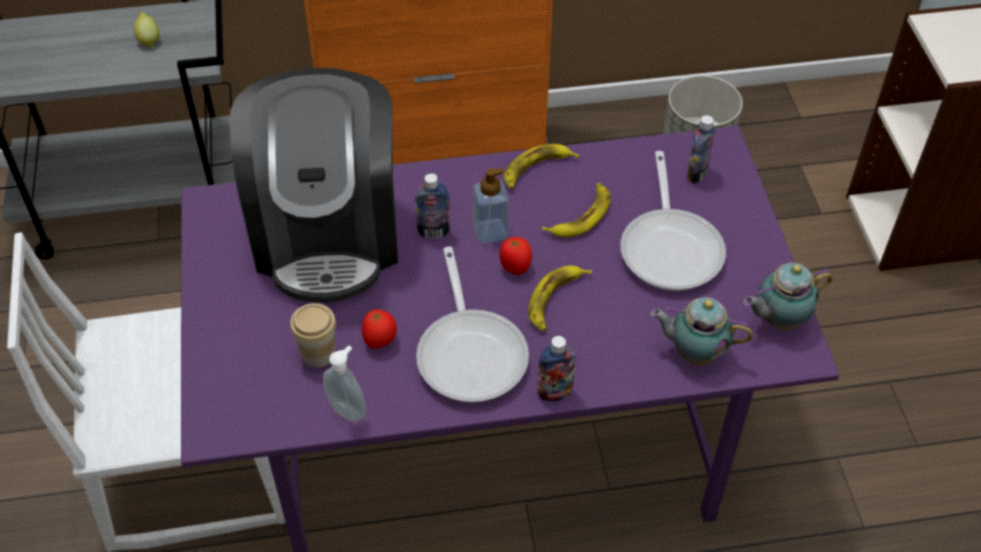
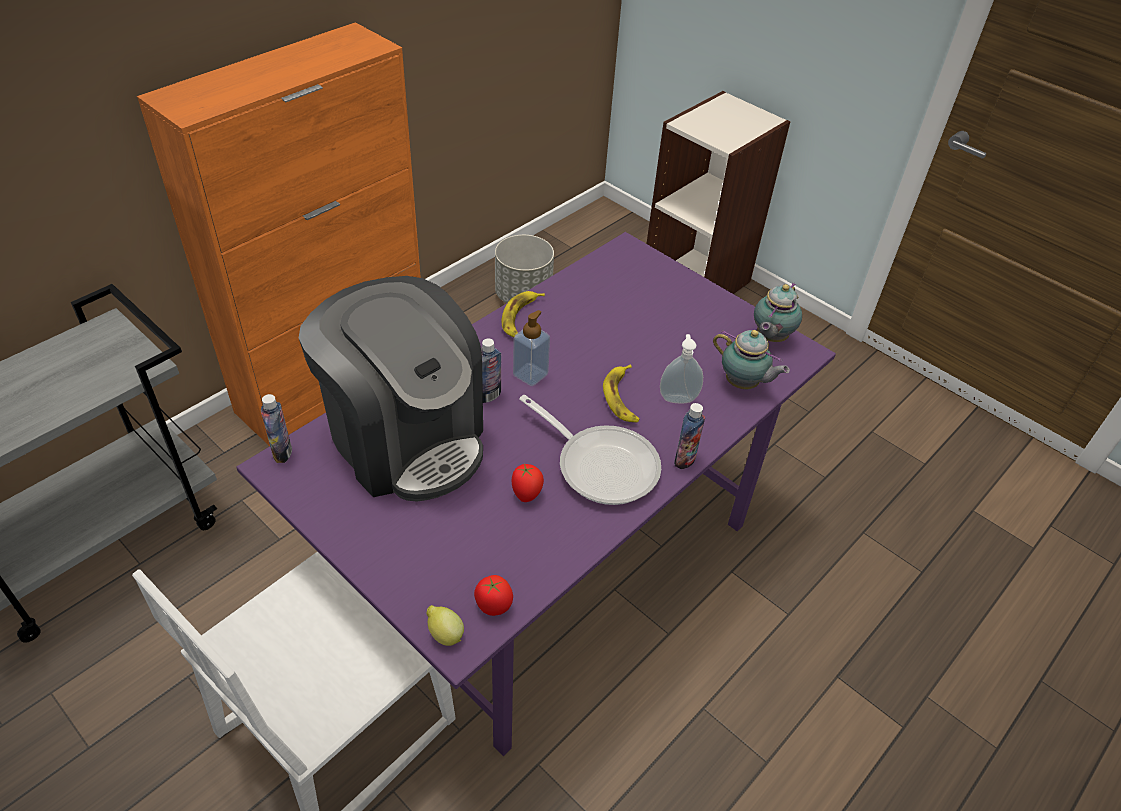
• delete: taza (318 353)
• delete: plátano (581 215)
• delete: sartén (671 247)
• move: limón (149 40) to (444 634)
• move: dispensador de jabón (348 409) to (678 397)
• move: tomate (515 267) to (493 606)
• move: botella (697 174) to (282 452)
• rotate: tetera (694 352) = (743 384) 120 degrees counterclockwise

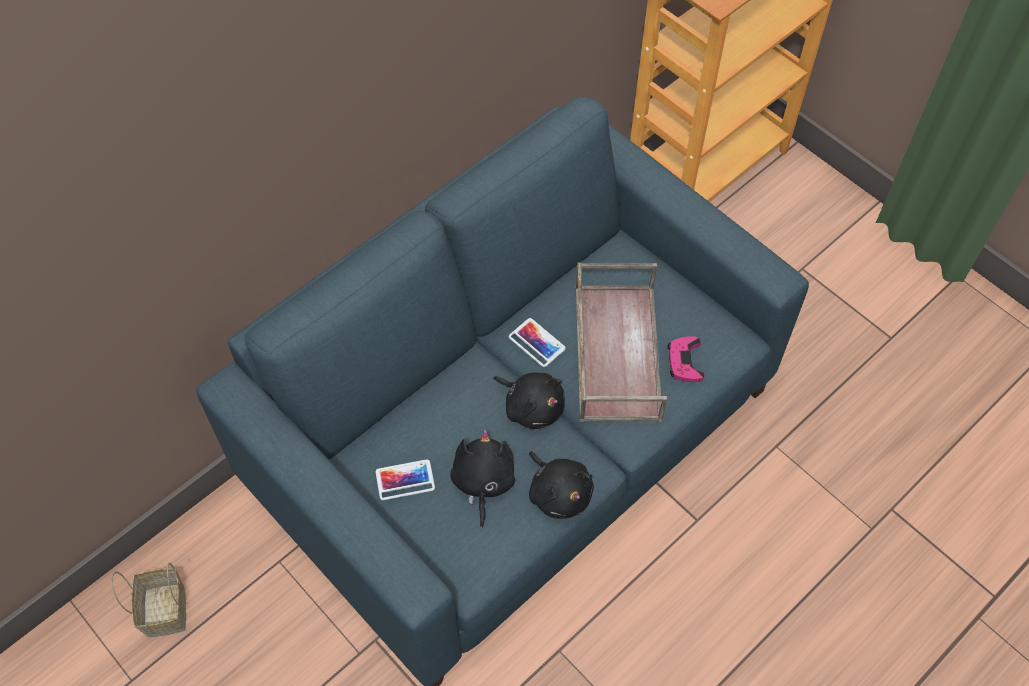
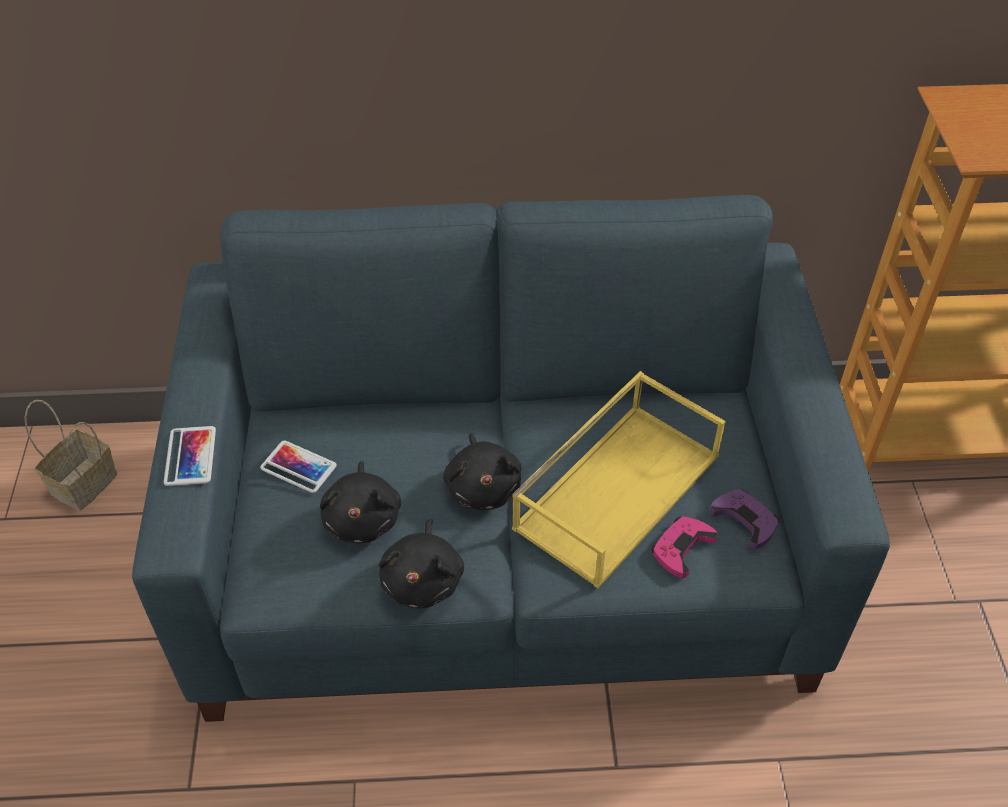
• insert: mando de consola/morado (745 520)
• move: móvil (536 343) to (190 456)
• recolor: bandeja/marrón (615 350) to bandeja/amarillo (617 489)
• rotate: peluche/negro (483 482) = (363 518) 135 degrees clockwise

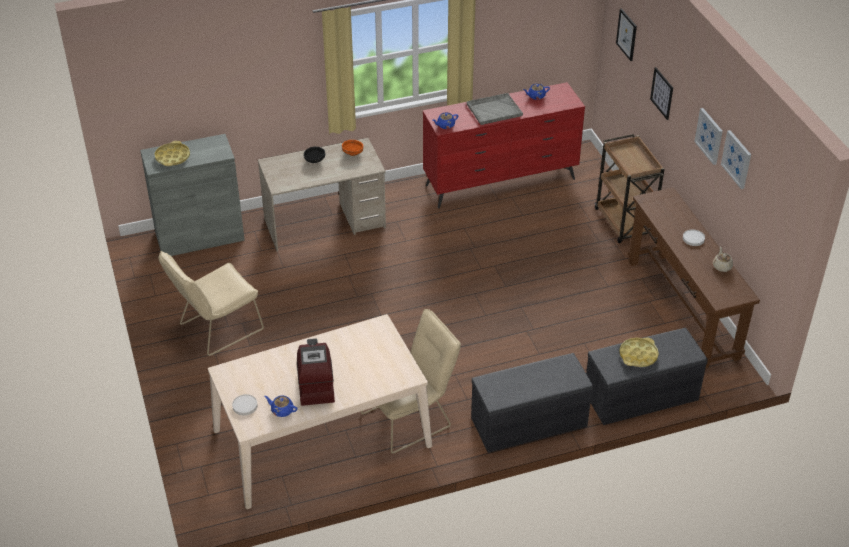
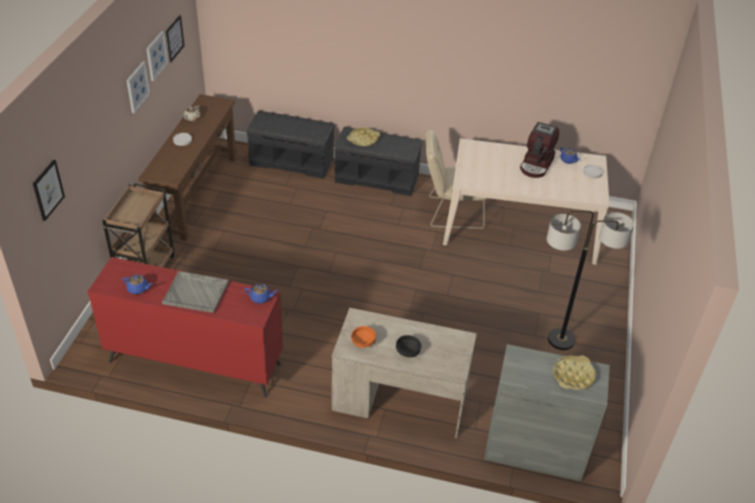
• move: bandeja/amarillo (638 355) to (363 139)
• move: cuadro (662 93) to (174 38)
• replace: silla/beis (216 329) to lámpara de pie (561 340)

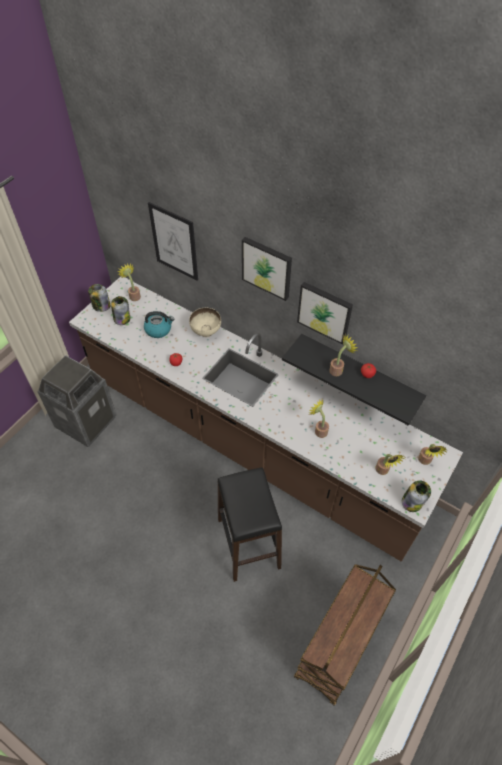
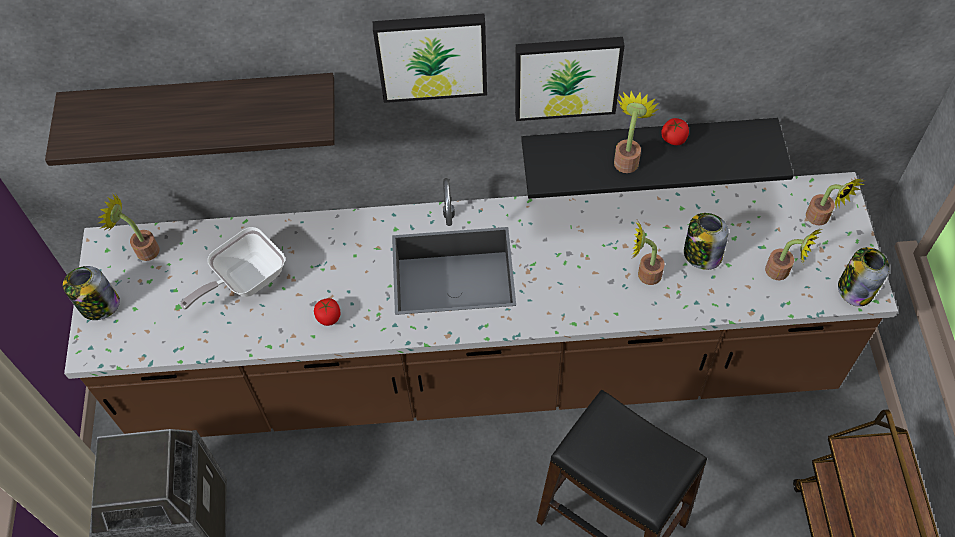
• delete: cuenco/beis (206 331)
• move: tarro (122 318) to (701 254)
• replace: hervidor (159 329) to sartén (245 280)
• replace: cuadro (174 242) to estante (203 105)

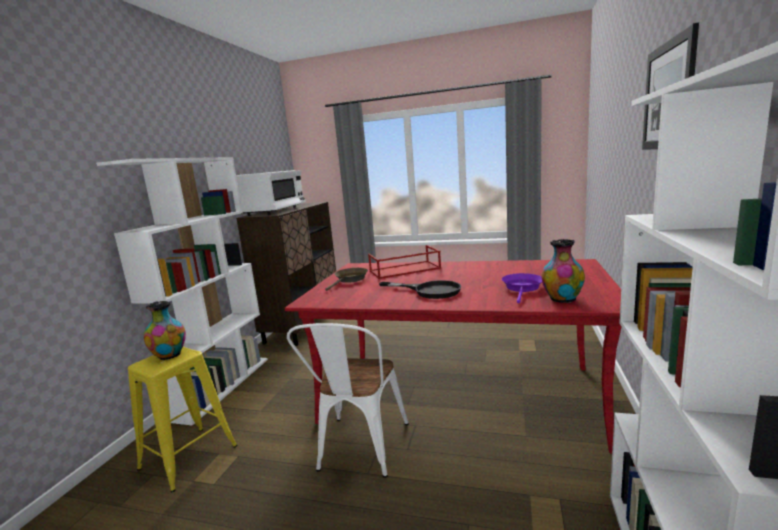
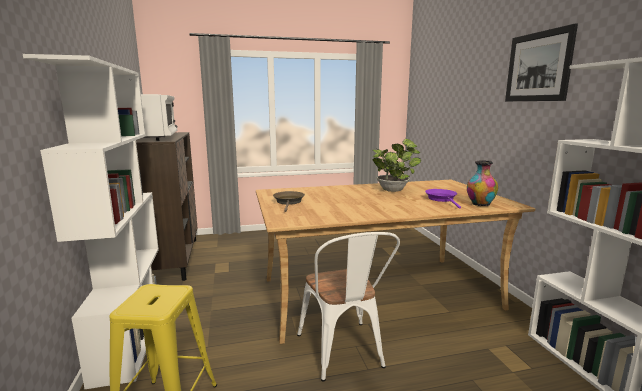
• delete: florero (170 356)
• delete: bandeja/rojo (404 270)
• delete: sartén/negro (429 291)
• insert: planta en maceta (394 190)
• recolor: mesa de comedor/rojo (459 394) to mesa de comedor/beis (378 293)

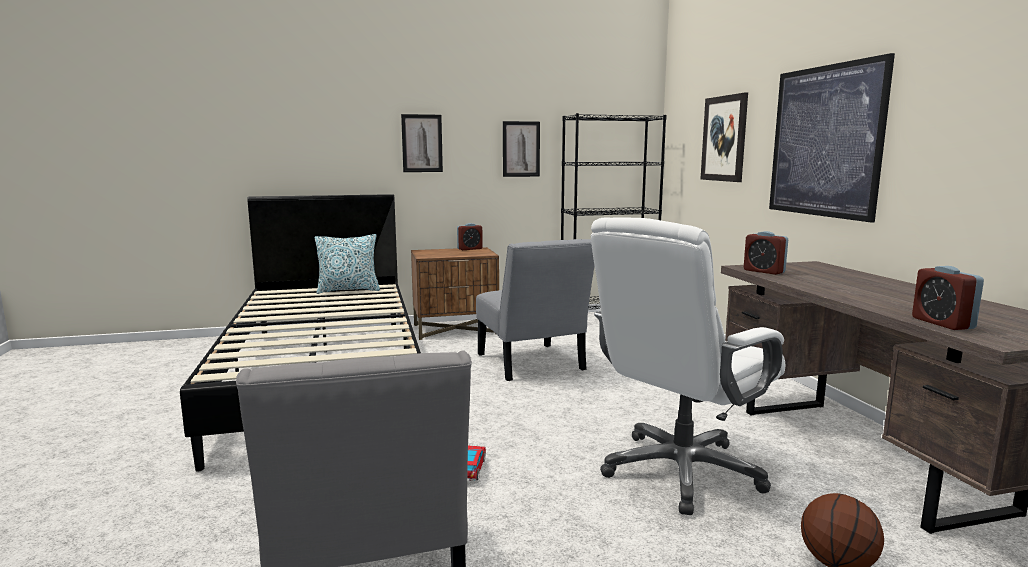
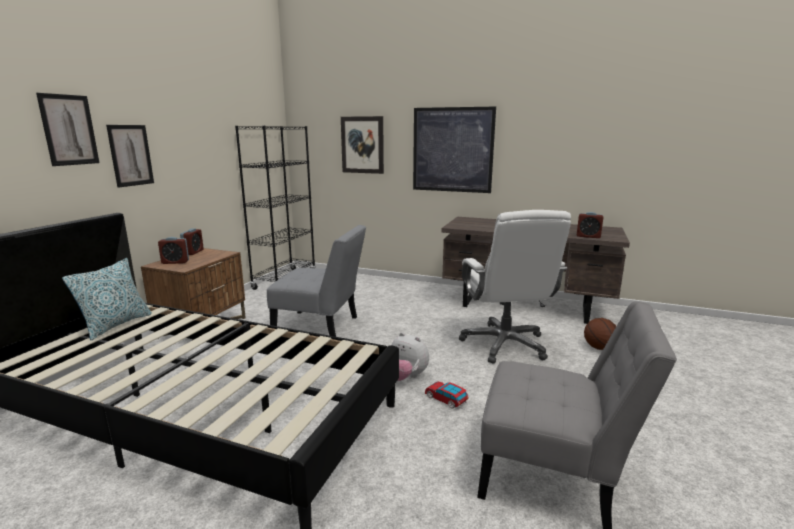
• insert: peluche (405 377)
• move: cuadro (521 149) to (69 130)
• move: despertador (764 271) to (175 262)

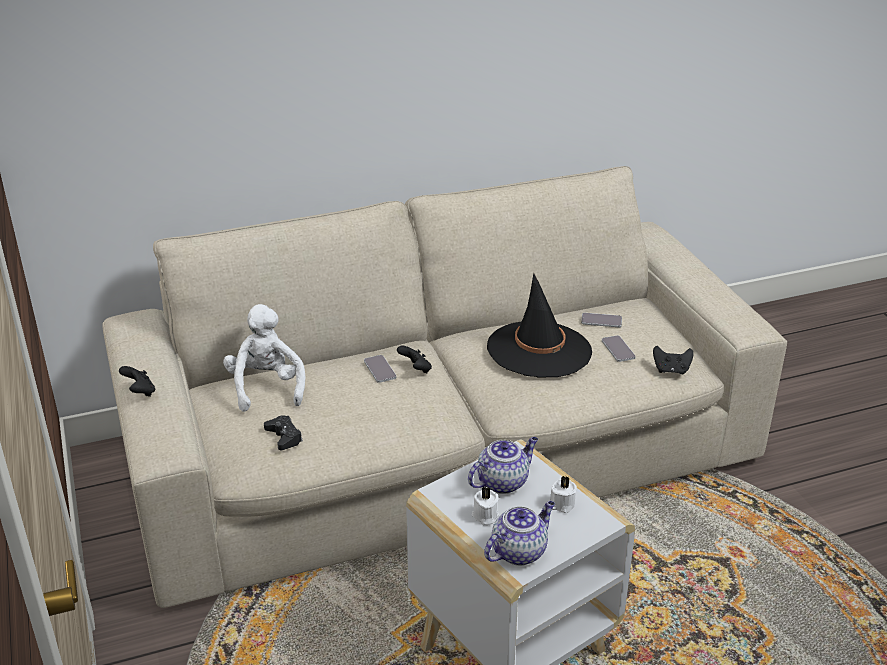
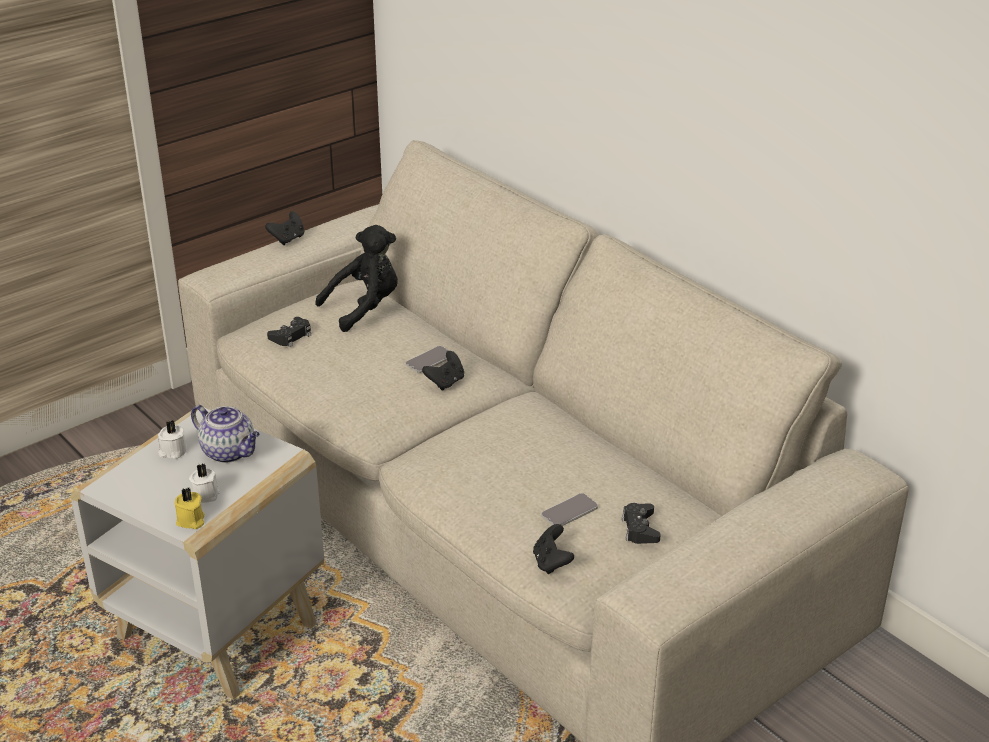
• delete: tetera (519 551)
• delete: sombrero/negro (539 350)
• delete: móvil (601 321)
• insert: vela/amarillo (191 521)
• insert: mando de consola/negro (640 529)
• recolor: peluche/blanco (266 387) to peluche/negro (365 308)

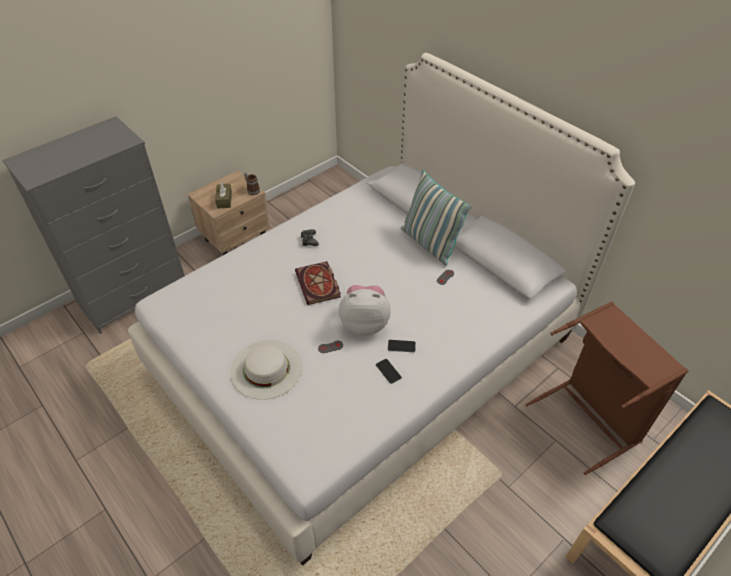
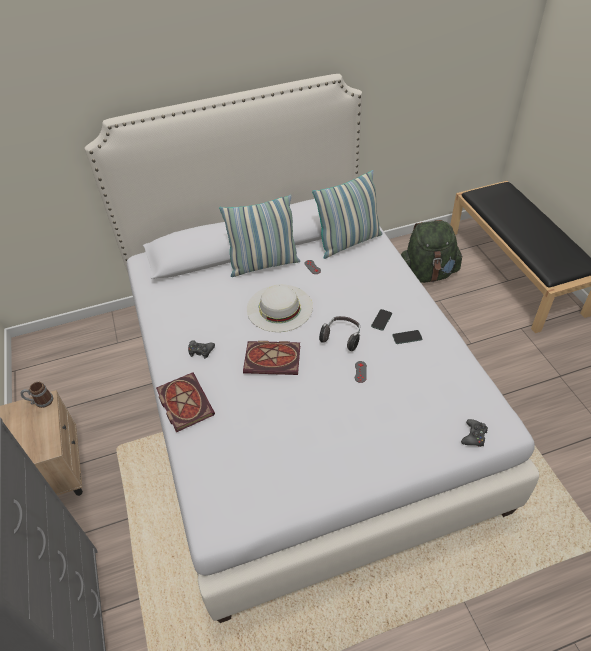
• delete: caja de pañuelos/marrón (224 200)
• insert: libro (183 402)
• insert: cojín (348 242)
• insert: mando de consola/negro (474 436)
• move: sombrero/blanco (266 369) to (279 308)
• replace: peluche (365 323) to auriculares (342 338)
• replace: cesto de la ropa/marrón (590 418) to mochila/verde (427 274)

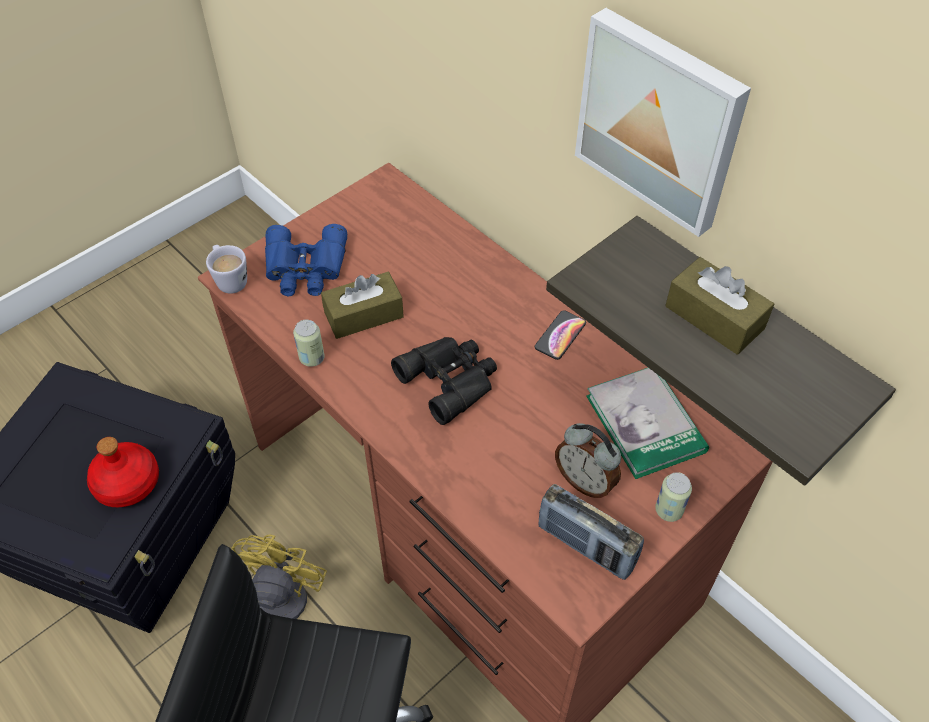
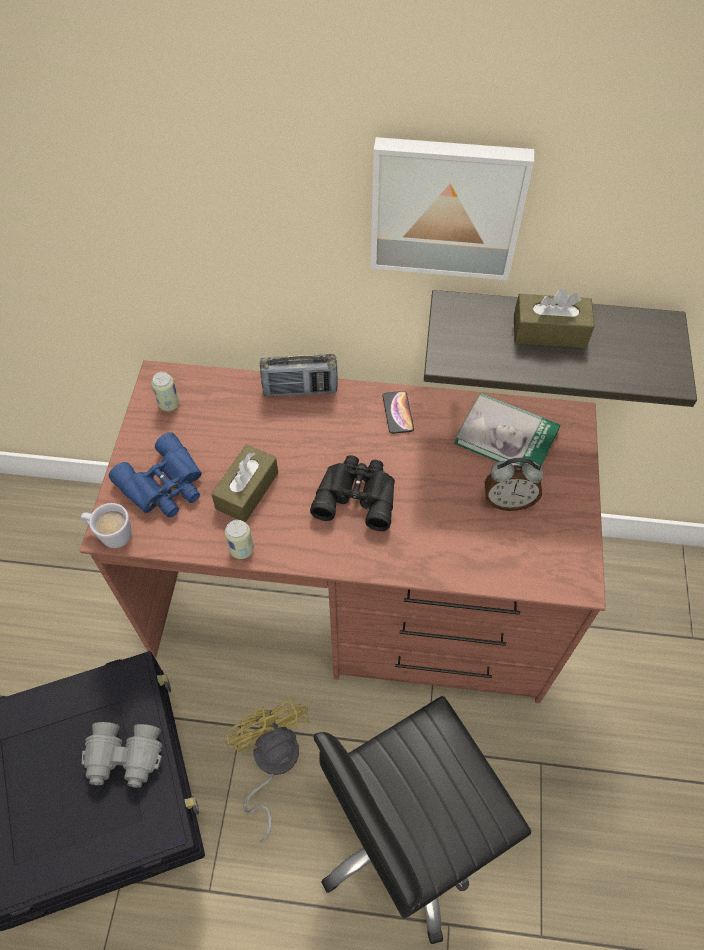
• move: radio (586 546) to (300 389)
• move: lata (668 510) to (169 404)
• replace: botella/rojo (127 483) to prismáticos/gris (125 758)

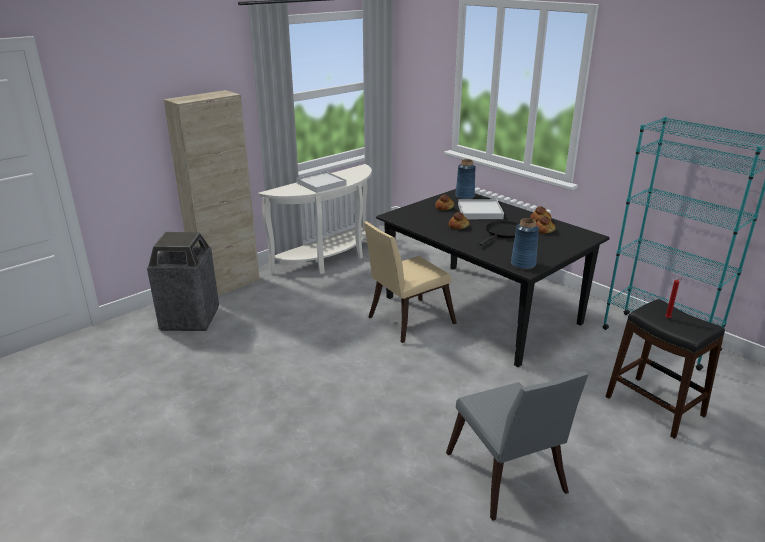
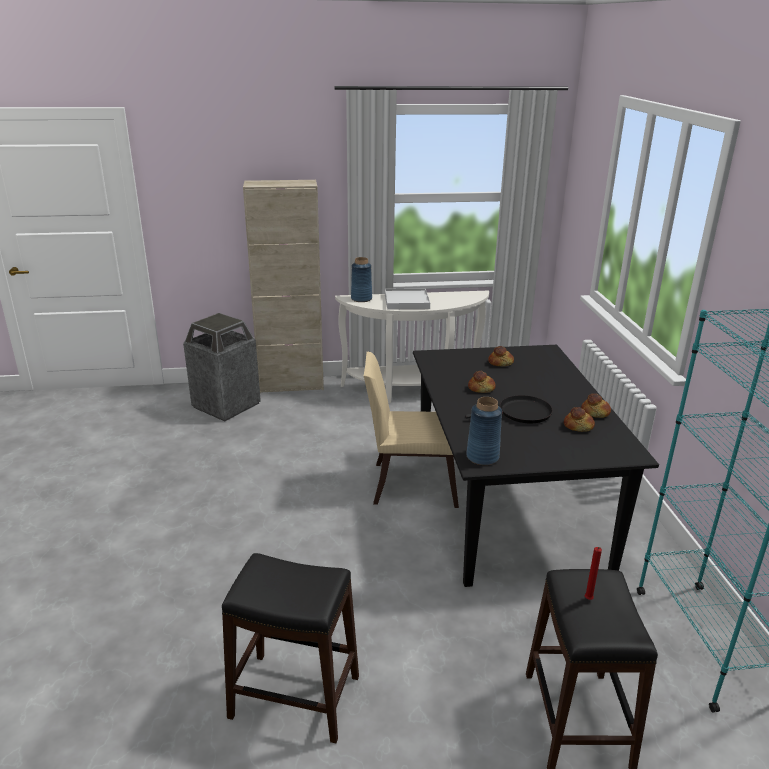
• delete: bandeja/blanco (480 211)
• move: florero/azul (465 196) to (361 299)
• replace: silla/gris (507 479) to taburete/negro (295 697)

